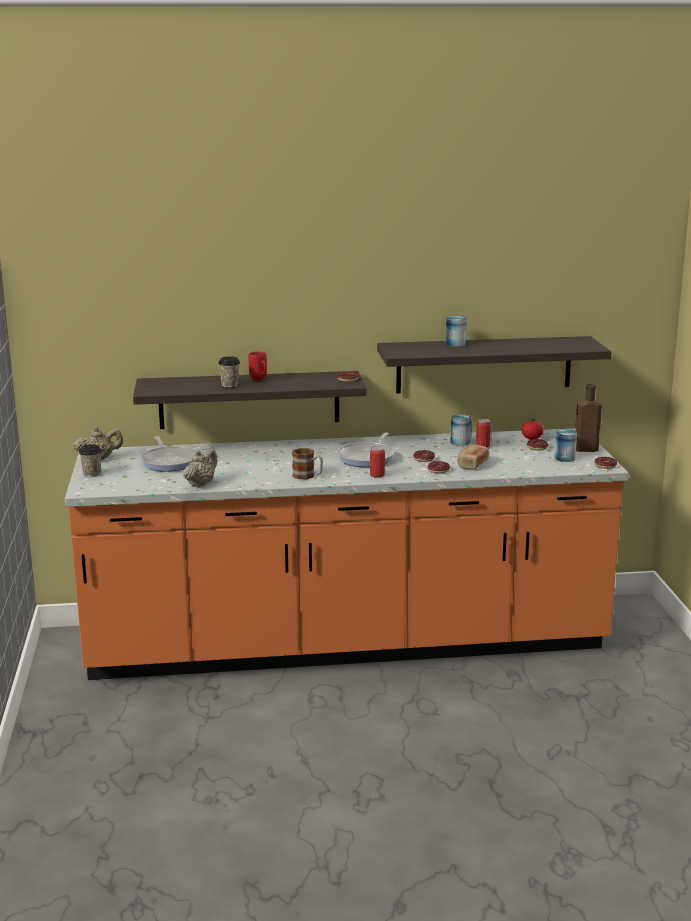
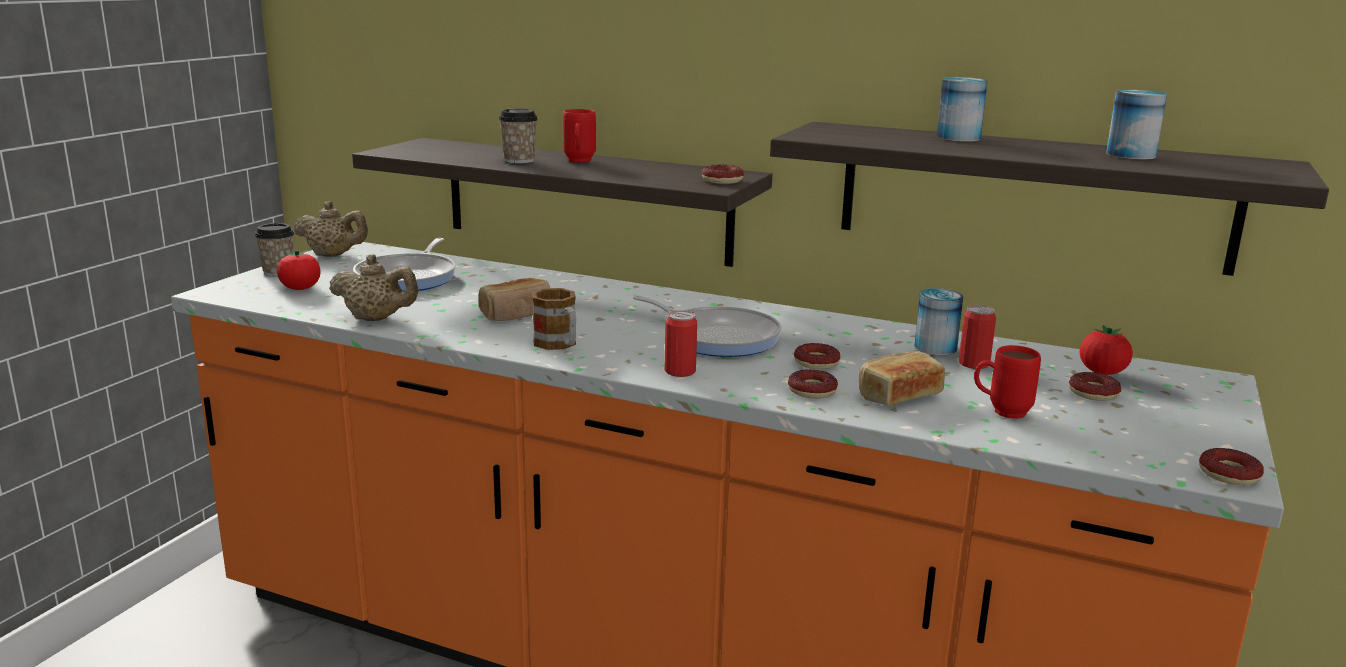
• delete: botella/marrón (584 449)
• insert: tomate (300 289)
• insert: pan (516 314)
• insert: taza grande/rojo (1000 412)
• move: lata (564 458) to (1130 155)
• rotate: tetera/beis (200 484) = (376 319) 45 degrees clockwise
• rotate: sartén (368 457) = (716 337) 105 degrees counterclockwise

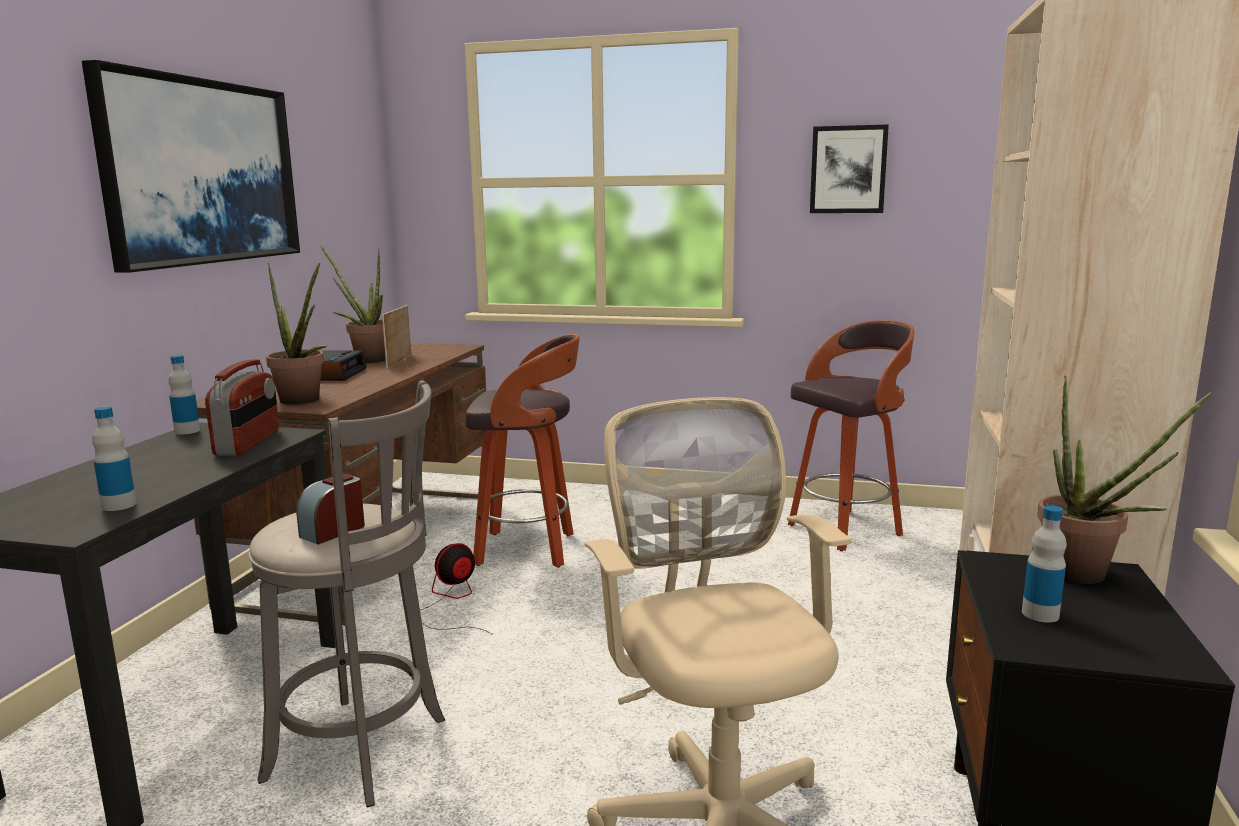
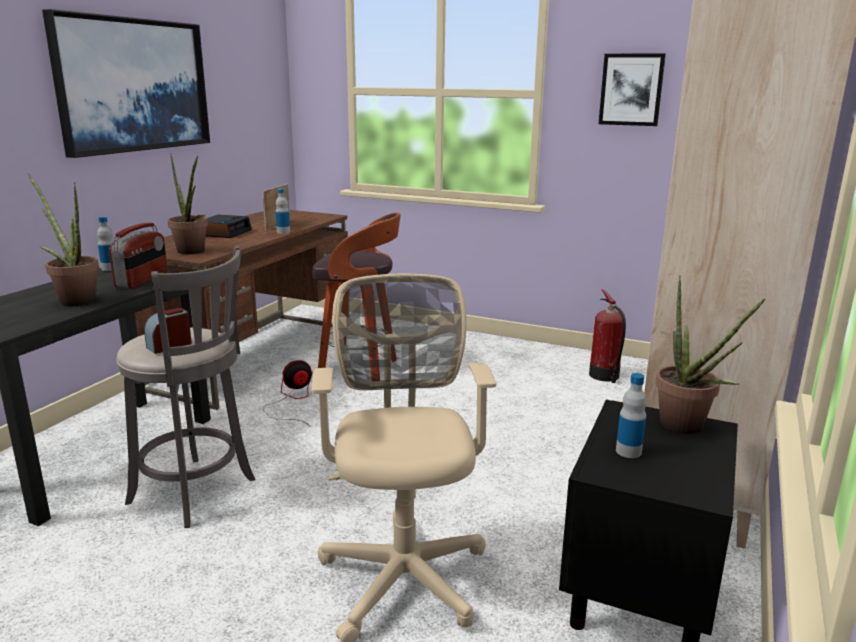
• move: botella (119 505) to (283 232)
• move: planta en maceta (366 359) to (74 300)
• replace: taburete (846 529) to extintor (605 376)

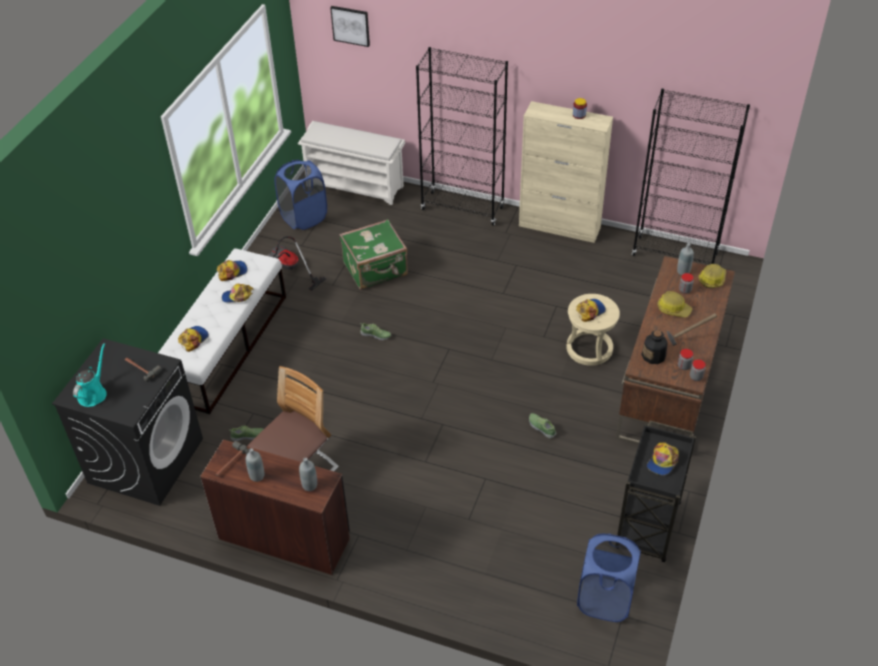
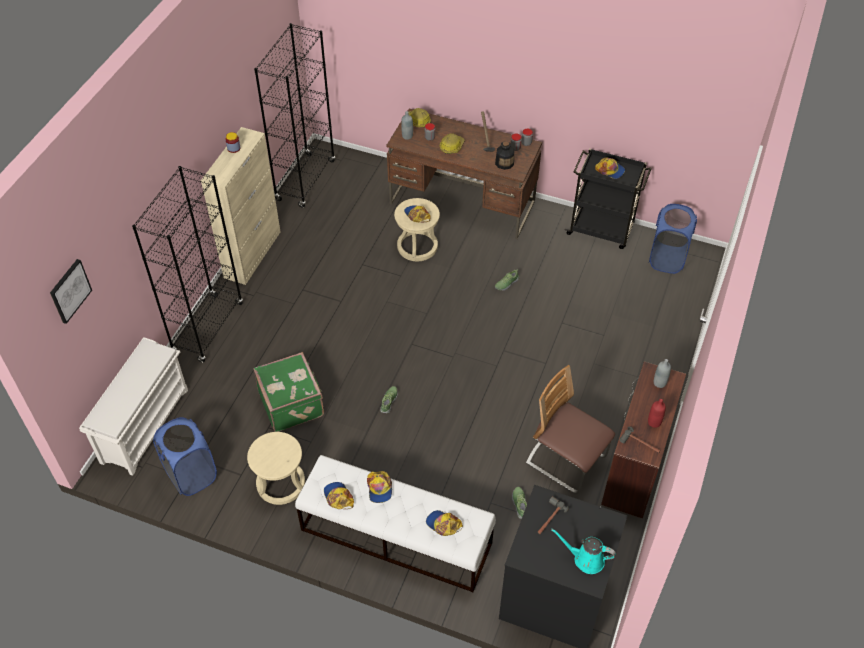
• replace: aspiradora (289 270) to taburete/beis (280 484)
• recolor: botella/gris (257 476) to botella/rojo (654 422)

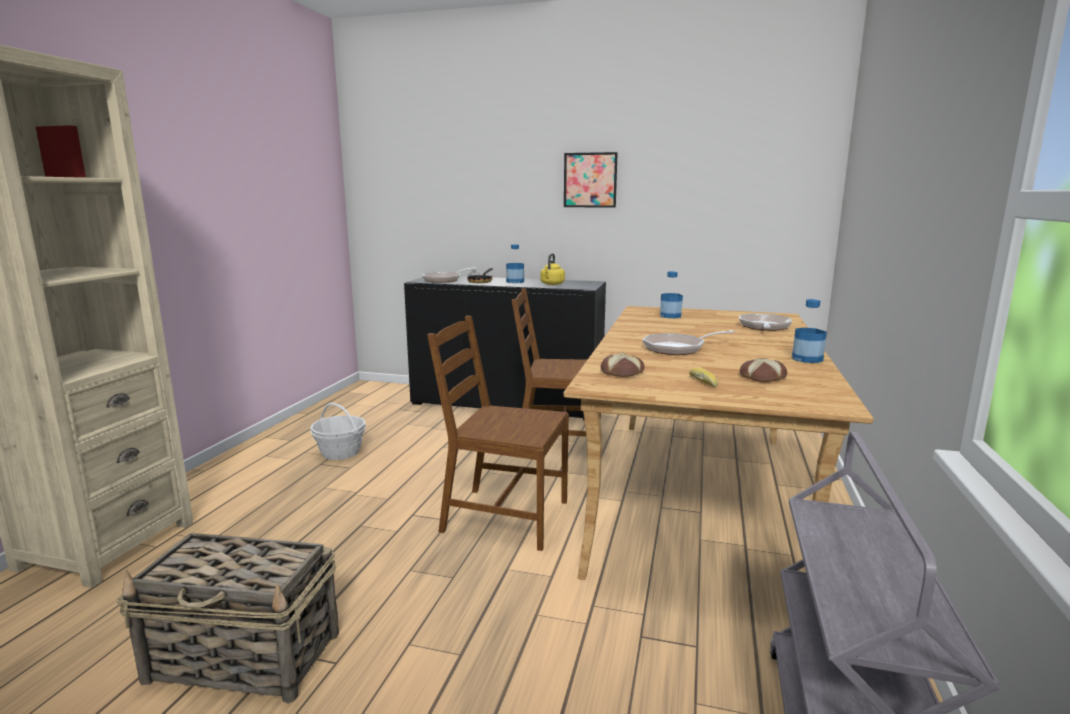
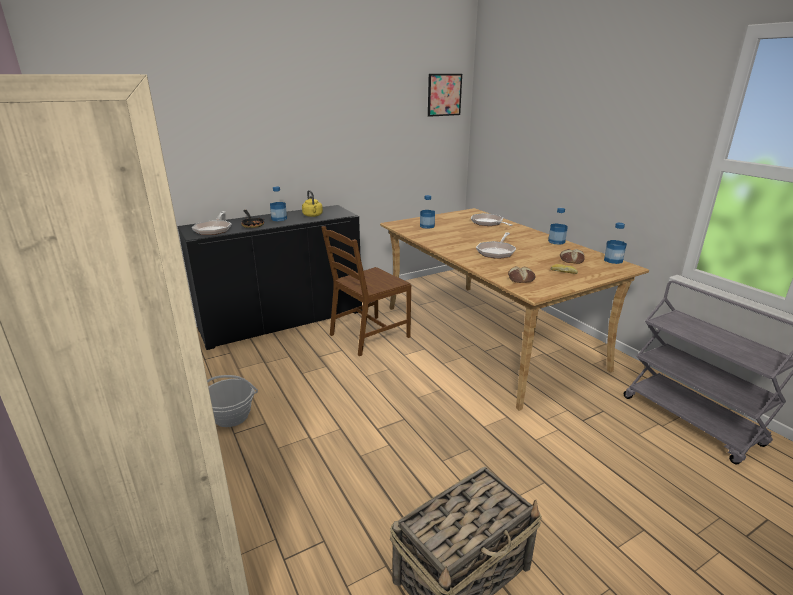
• delete: silla/marrón (504 517)
• insert: botella (613 260)
• move: cuadro (590 180) to (444 95)

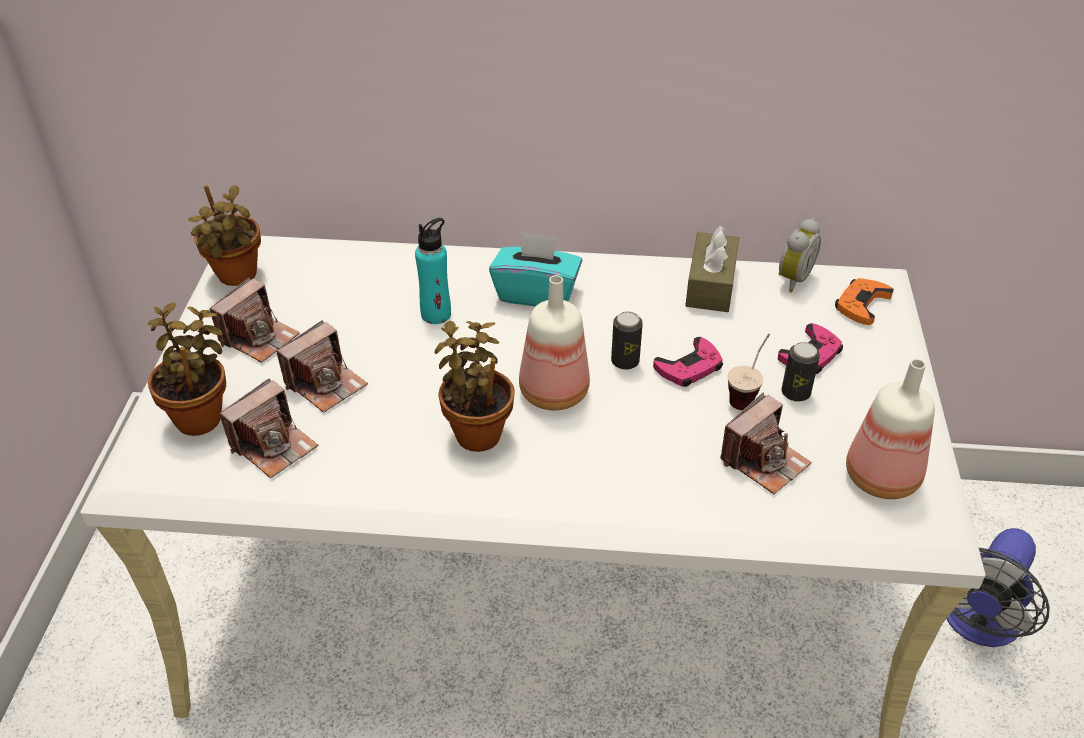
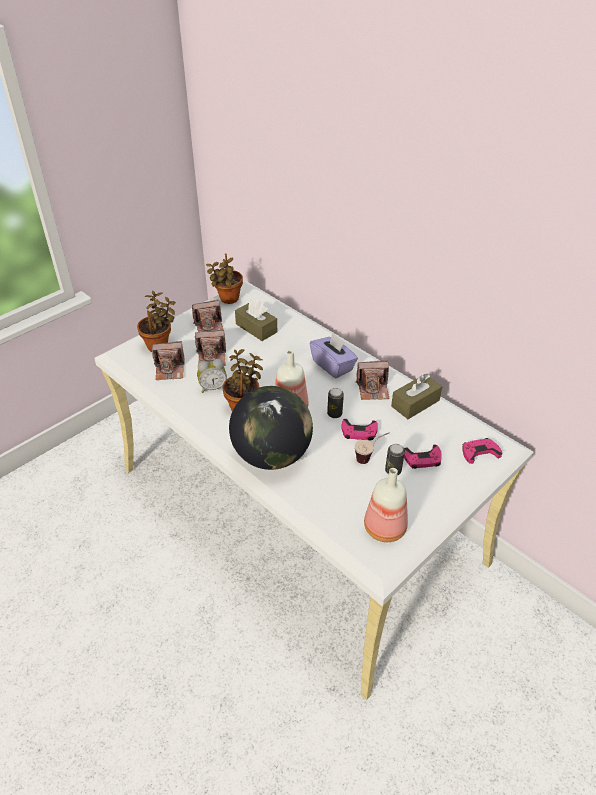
• delete: botella/turquesa (436 314)
• delete: ventilador (977 624)
• insert: globo terráqueo (271 455)
• insert: caja de pañuelos/marrón (256 328)
• move: cámara (764 461) to (373 389)
• move: despertador (791 279) to (213 387)
• recolor: caja de pañuelos/turquesa (536 293) to caja de pañuelos/morado (333 366)
• recolor: mando de consola/naranja (861 304) to mando de consola/rosa (479 452)

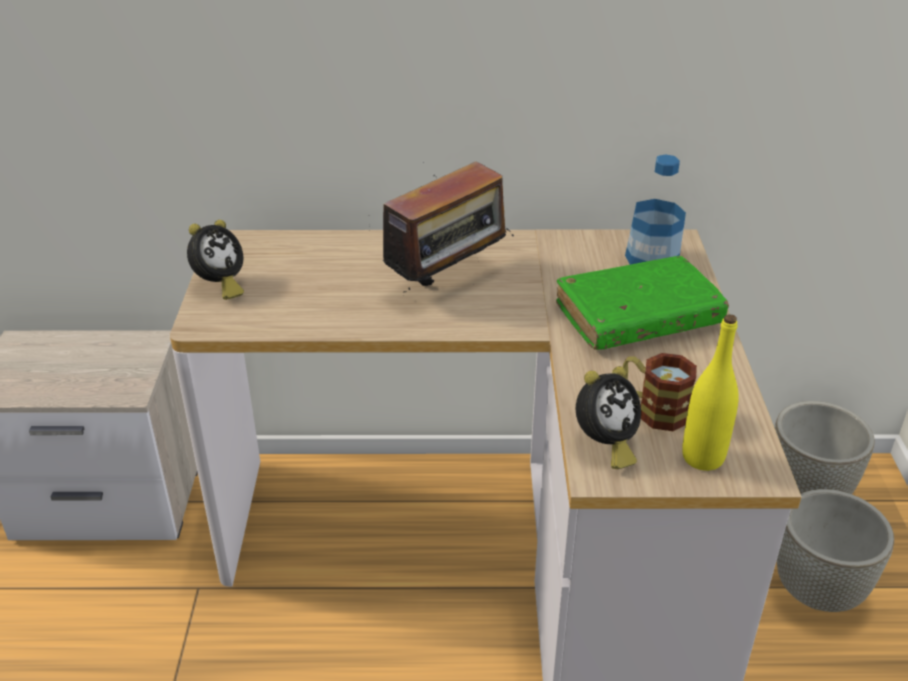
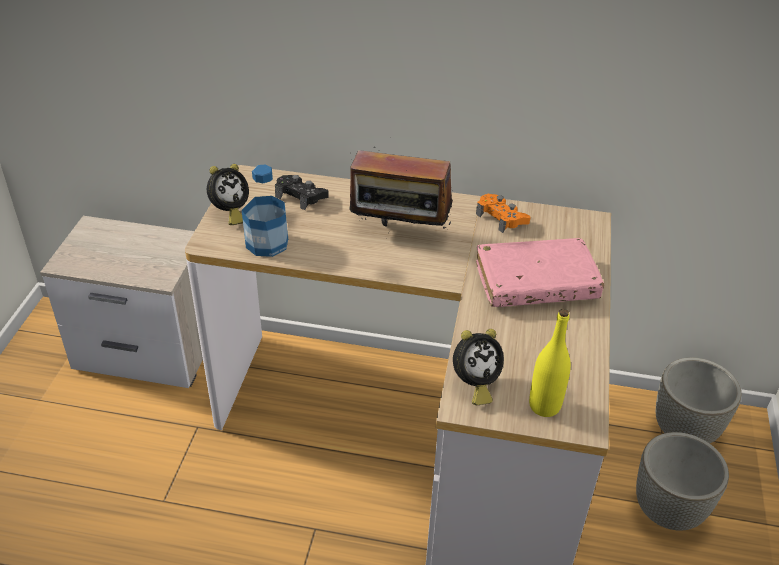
• delete: taza grande (653 410)
• insert: mando de consola/negro (301 196)
• insert: mando de consola/naranja (501 218)
• move: botella (651 258) to (267 243)
• recolor: libro/verde (638 317) to libro/rosa (536 283)
• rotate: radio (448 282) = (399 232) 45 degrees clockwise

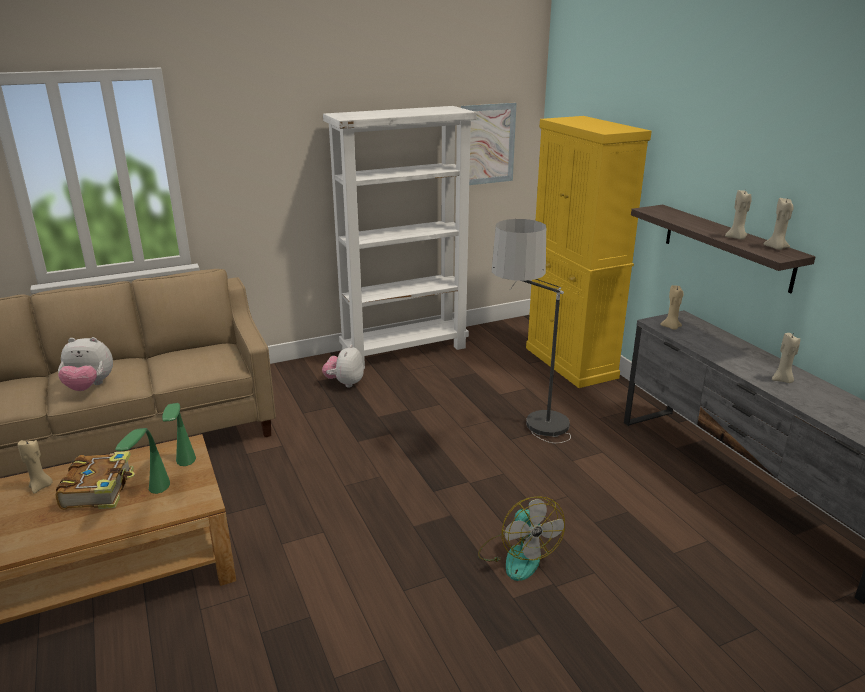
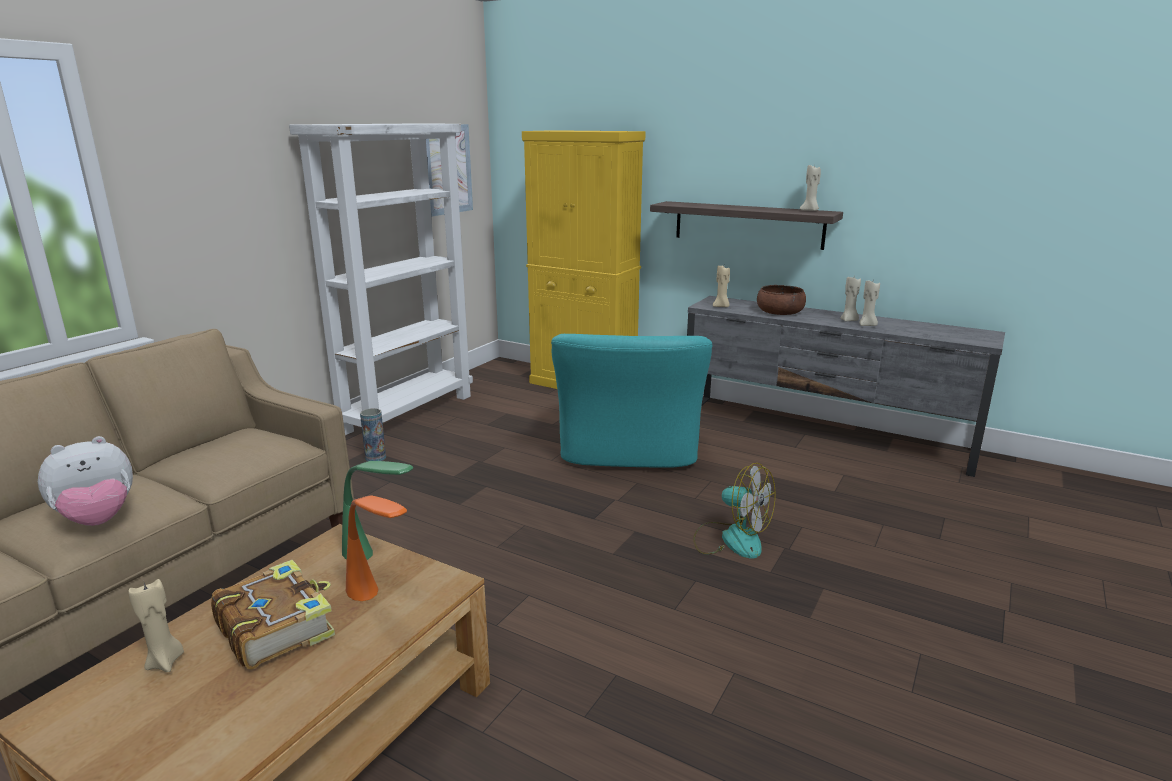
• insert: cuenco/marrón (779 311)
• move: vela/beis (736 238) to (867 325)
• replace: peluche (345 383) to florero (375 458)
• replace: lámpara de pie (530 442) to sillón/turquesa (628 451)
• recolor: lámpara de mesa/verde (151 504) to lámpara de mesa/naranja (381 611)

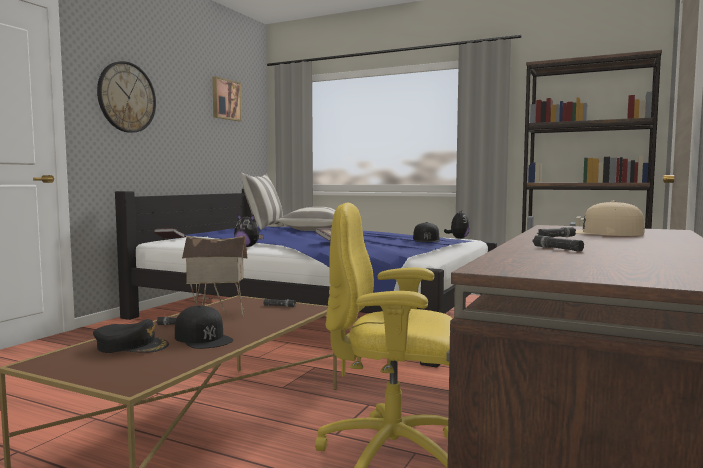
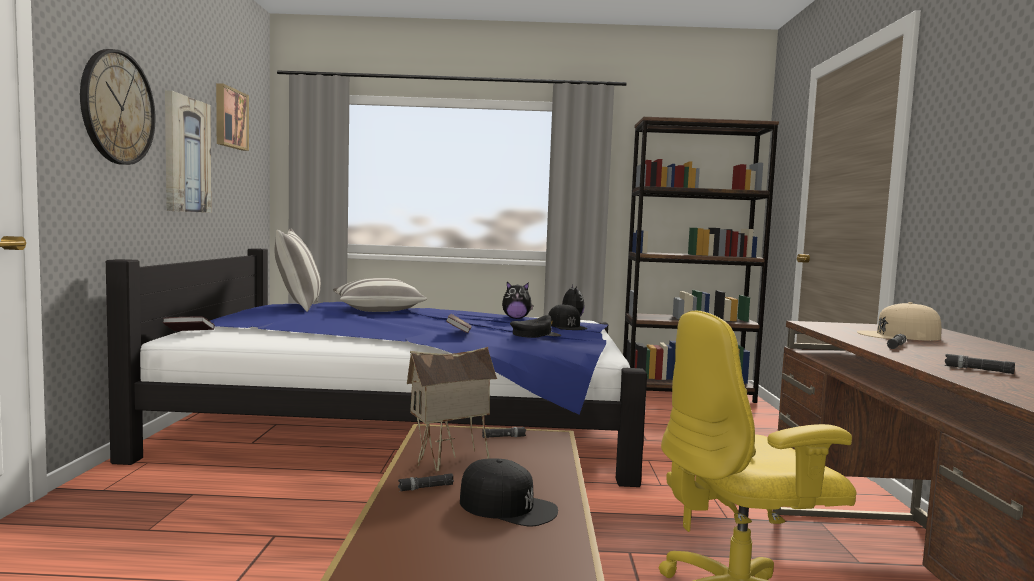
• insert: cuadro (186 155)
• move: gorra/negro (132 346) to (535 335)
• move: peluche (247 246) to (516 318)

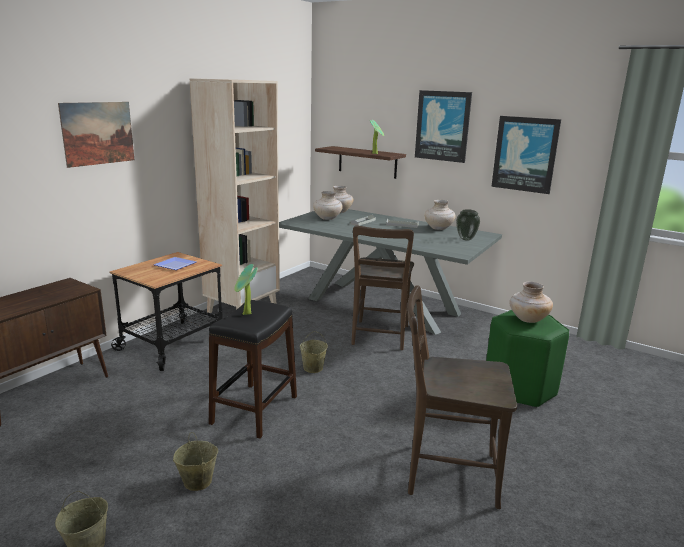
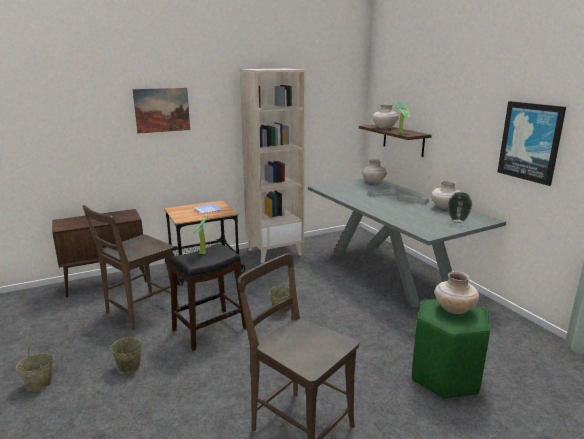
• delete: cuadro (442 126)
• move: florero/beis (327 218) to (384 128)
• move: silla/marrón (379 337) to (139 312)

